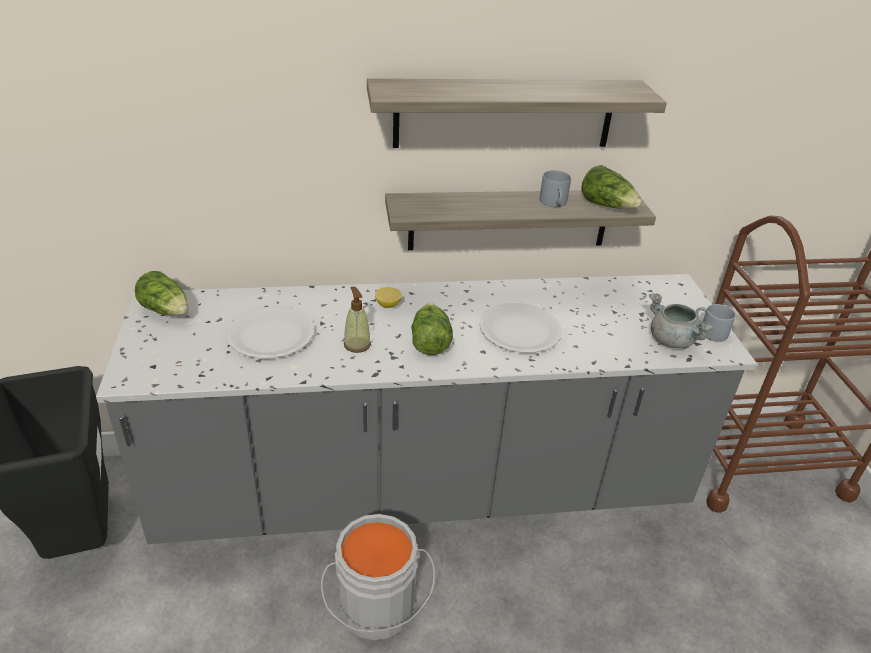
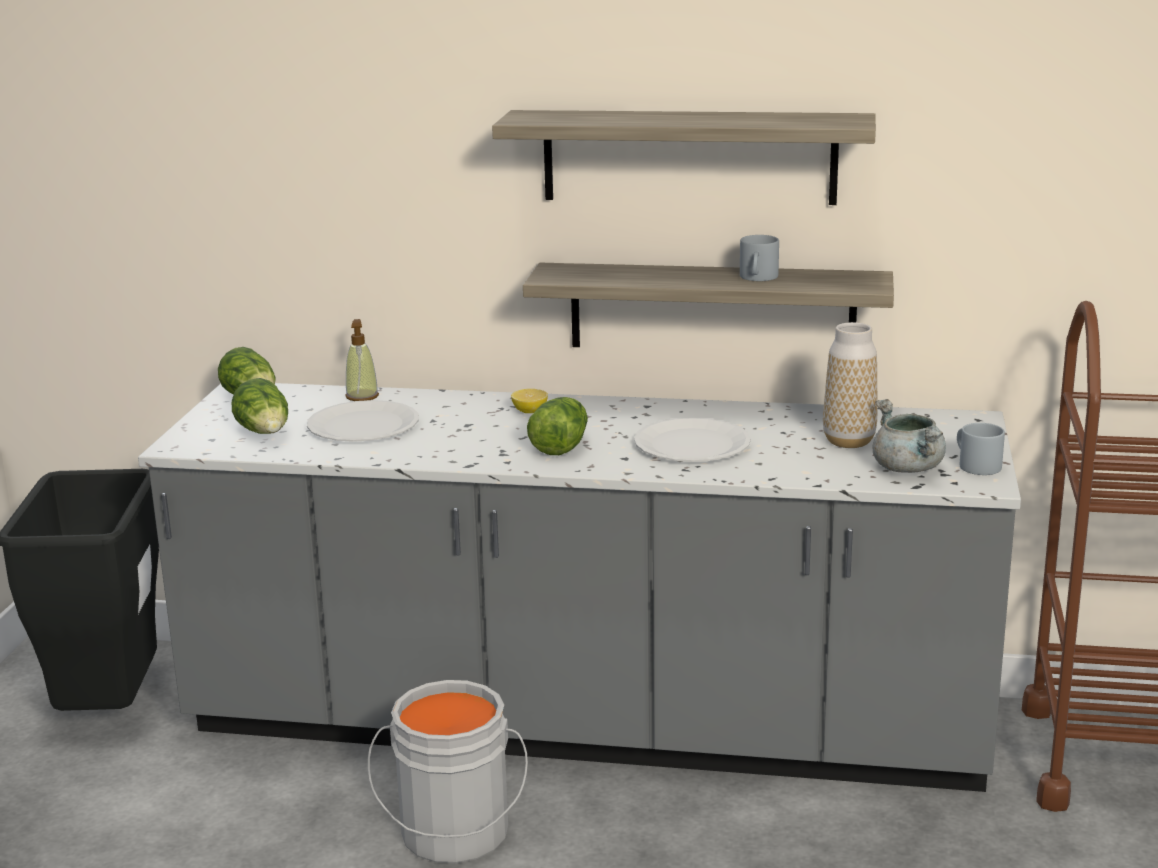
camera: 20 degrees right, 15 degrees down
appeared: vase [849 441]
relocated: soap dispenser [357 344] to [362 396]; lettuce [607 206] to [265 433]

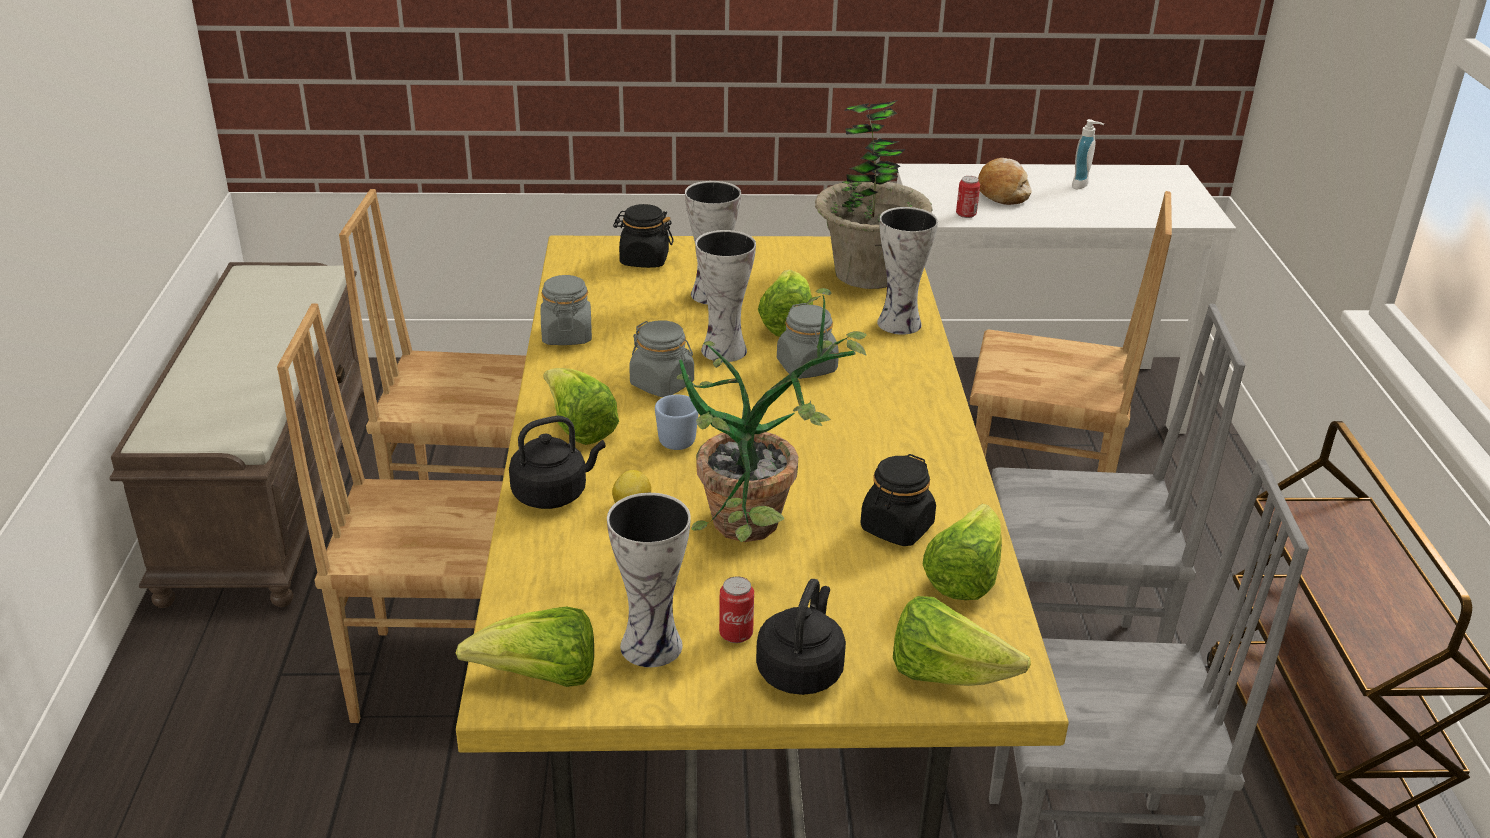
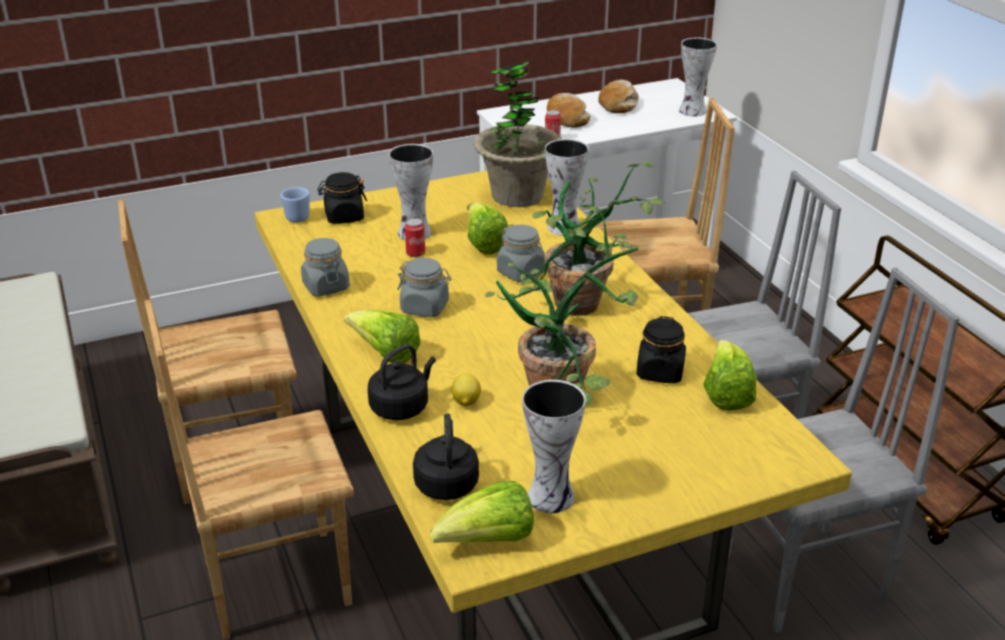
camera: 20 degrees left, 0 degrees up
missing: lettuce [946 674]
appeared: potted plant [577 311]
relocated: blue mug [675 438] to [295 216]; vase [721 350] to [691 111]; can [736 634] to [415 253]; black kettle [801 669] to [446 482]
exchanged: soap dispenser [1083 185] to bread [618 104]

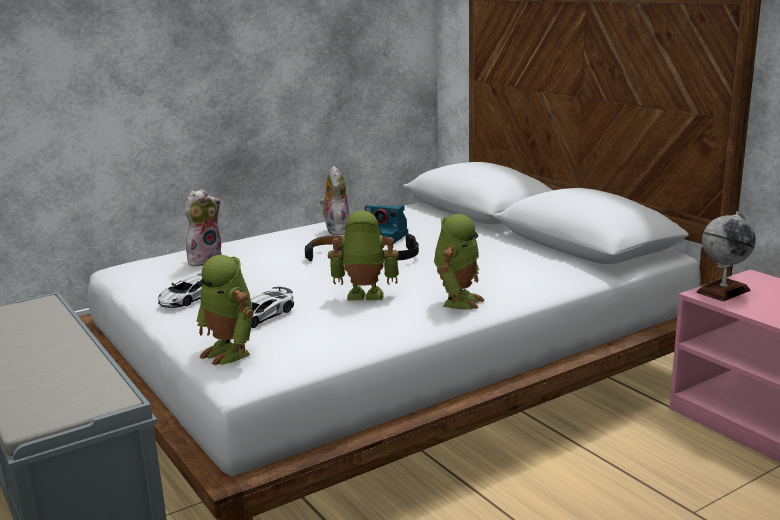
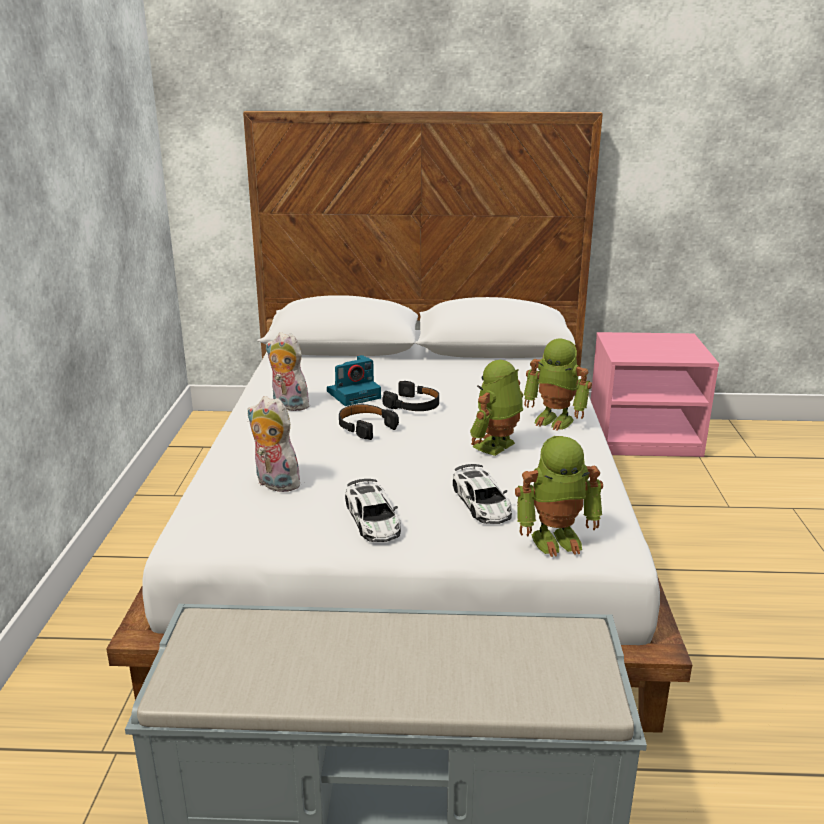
camera: 55 degrees left, 5 degrees up
missing: globe [723 291]
spun: plush toy [205 260] = [274 484] 45 degrees counterclockwise; toy robot [458 301] = [555 420] 150 degrees clockwise

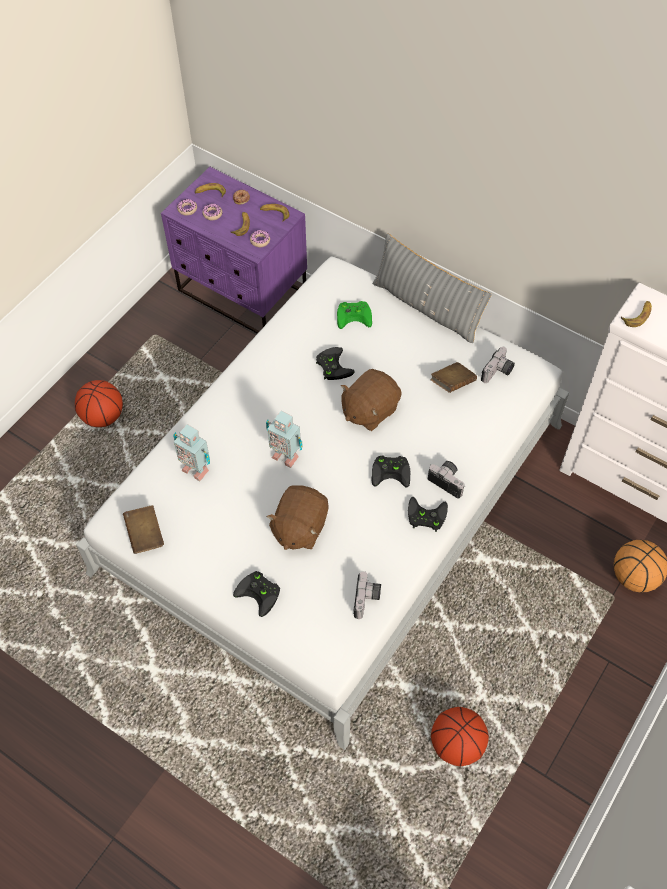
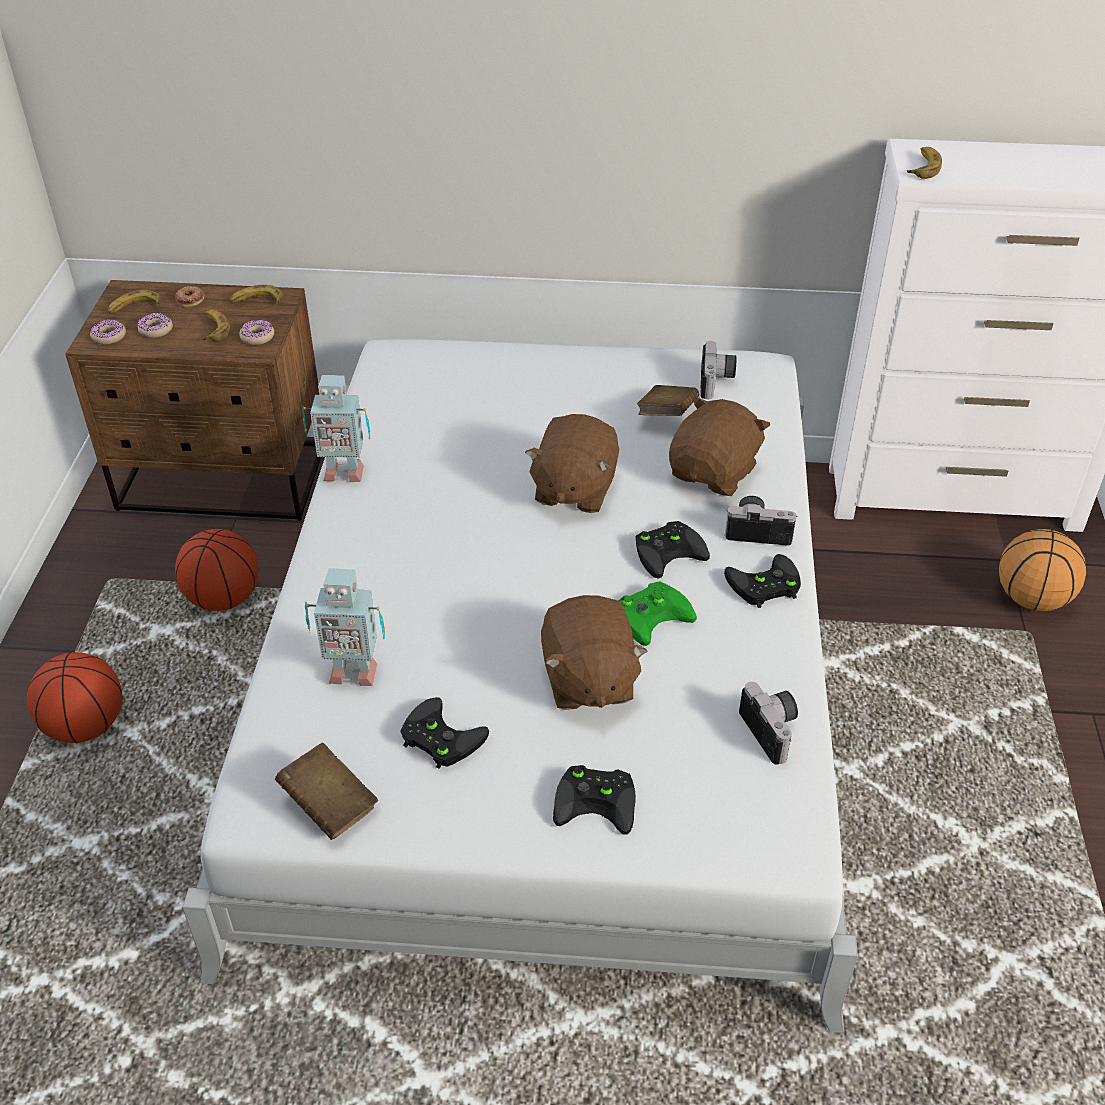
camera: 30 degrees left, 15 degrees down
missing: grey pillow [427 308]
appeared: brown plush toy [714 473]
relocated: toy robot [285 455] to [342 471]; black game controller [332 365] to [438 737]; green game controller [355 315] to [653 614]; basketball [456 744] to [224 598]
colour: purple nightstand [242 293] to brown nightstand [224 479]

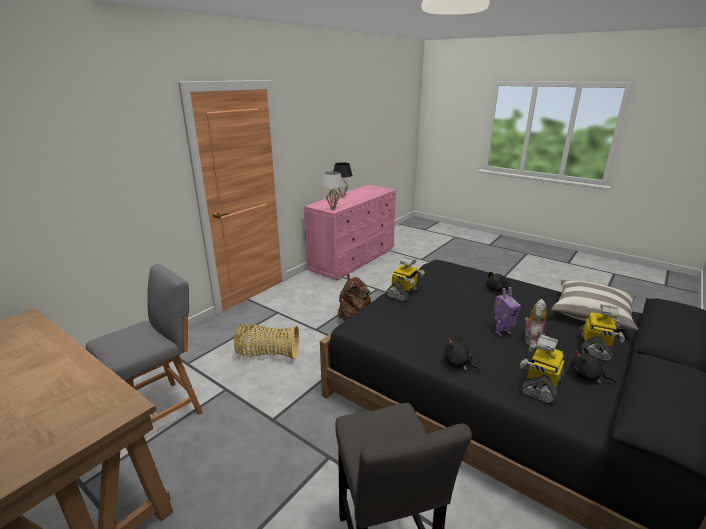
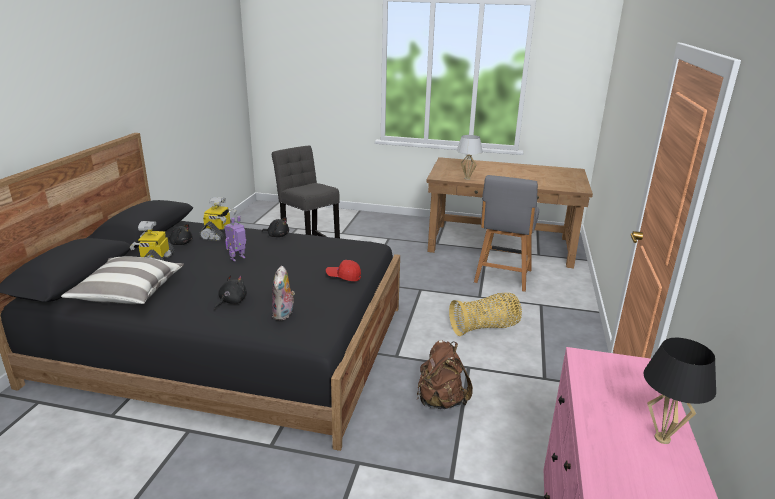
camera: 155 degrees right, 0 degrees up
relocated: white table lamp [333 209] to [467 178]; plush toy [532 340] to [284 314]
exchanged: toy robot [404 293] to red cap [343 277]

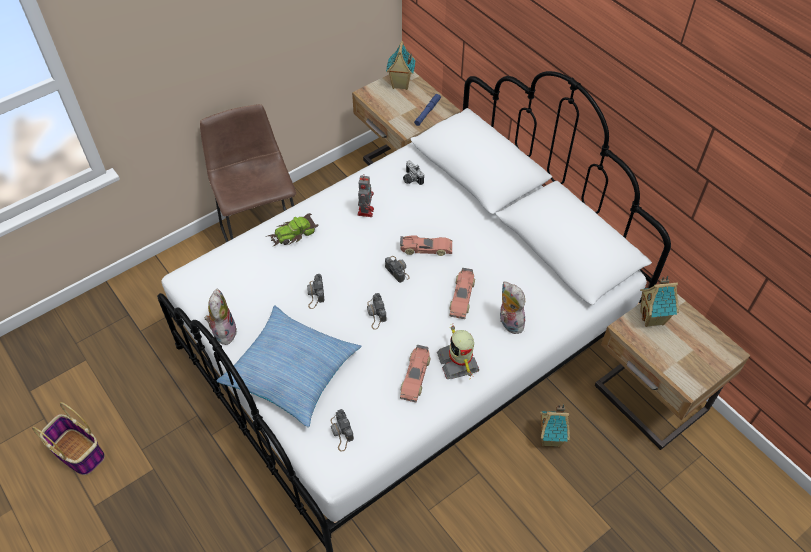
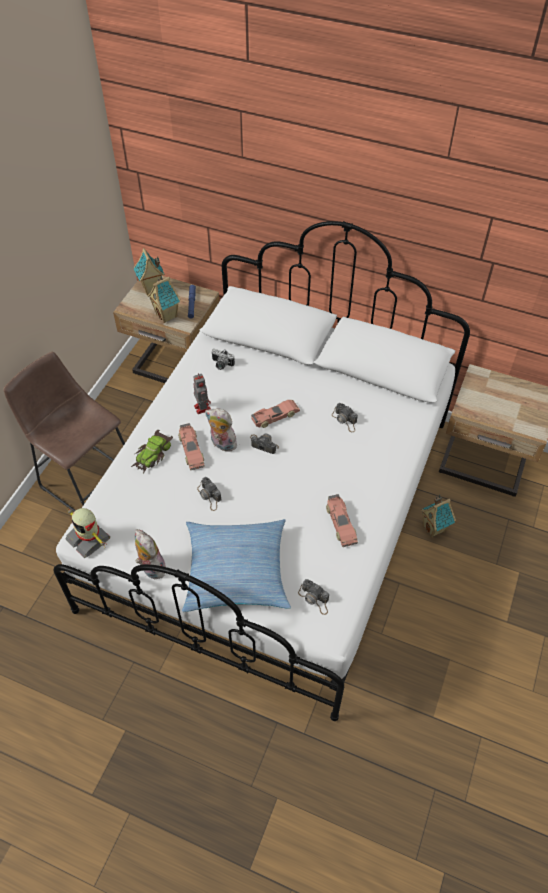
camera: 30 degrees left, 0 degrees up
missing: basket [77 452]
relocated: photo camera [376 314] to [345 420]; toy robot [459 362] to [89 538]; toy car [462 297] to [191 450]; plush toy [508 322] to [222 444]; toy house [653 318] to [167 315]

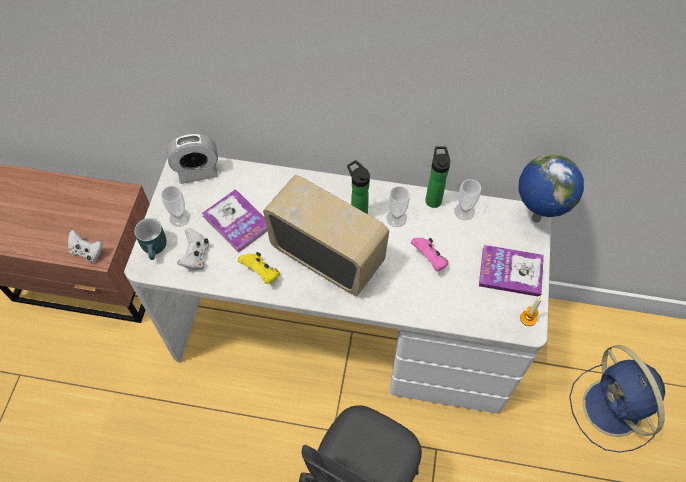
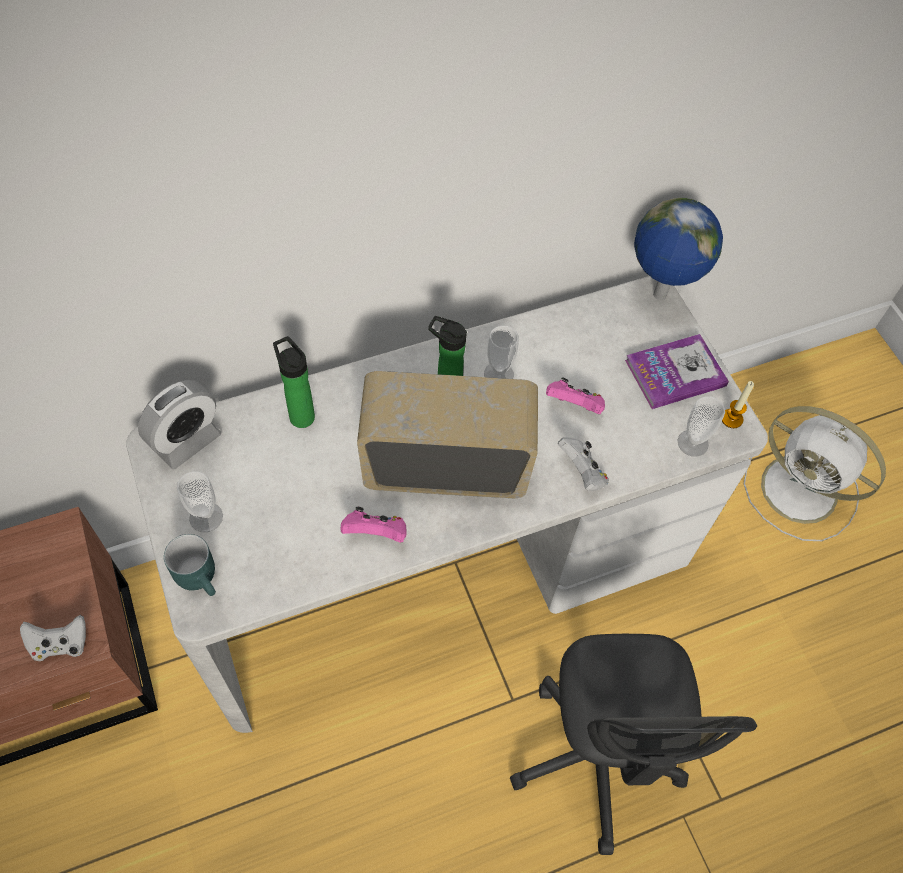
camera: 35 degrees left, 0 degrees up
missing: book [237 221]
relocated: white game controller [196 256] to [582 473]; bottle [433 198] to [300 414]; cup [464 211] to [692 443]
colour: yellow game controller [261 273] to pink game controller [376 533]; blue fan [613 410] to white fan [802 491]

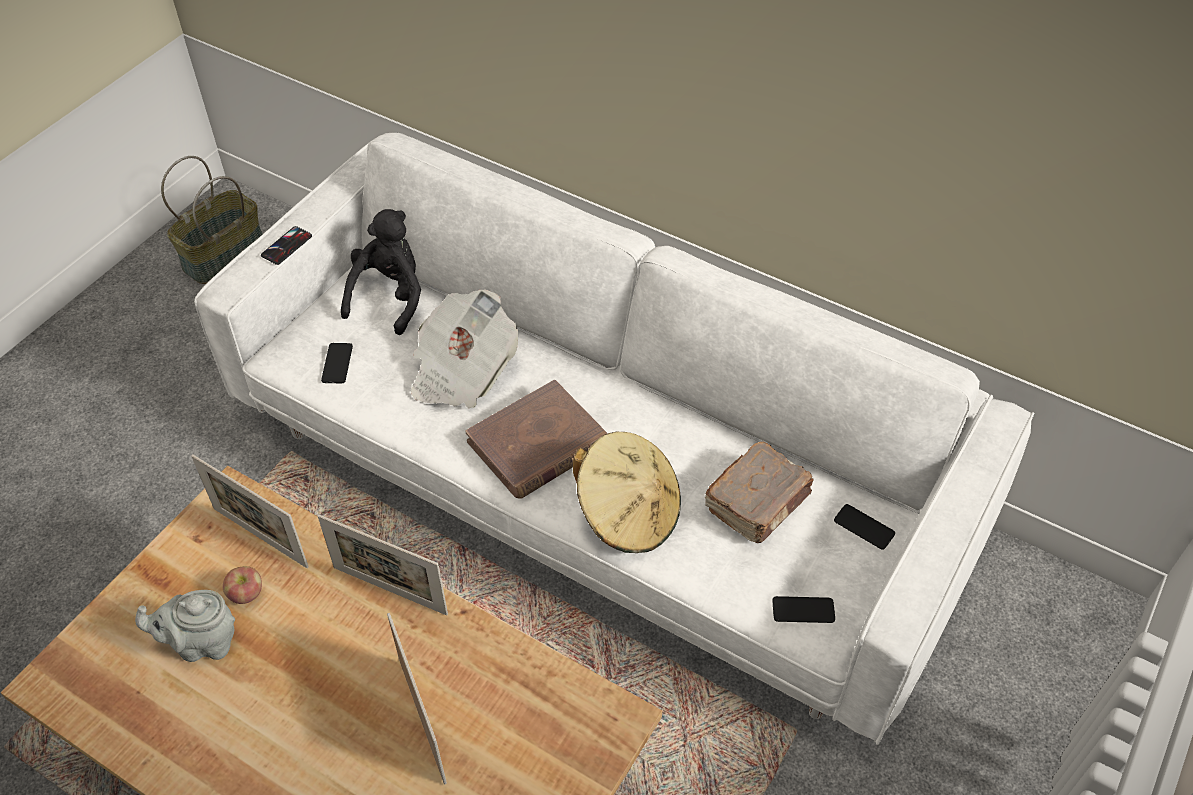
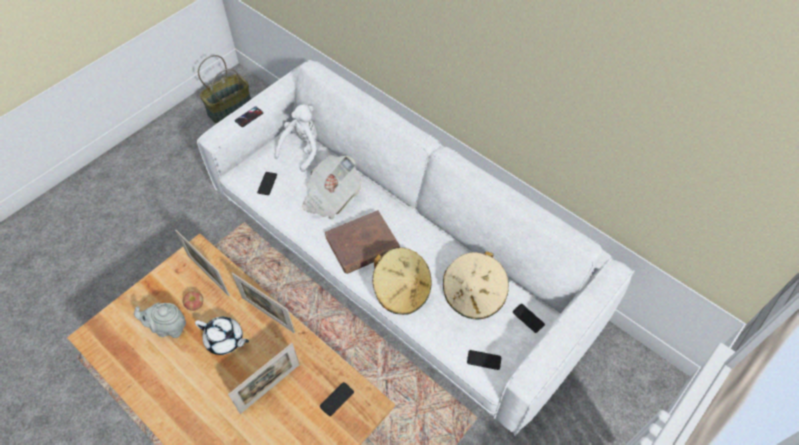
camera: 10 degrees right, 5 degrees up
appeared: white teapot [225 340]; phone [337 399]
exchanged: brown book [758 502] to beige hat [473 295]
colour: black plush toy [390 297] to white plush toy [302 149]
spun: picture frame [422 721] = [270 388] 60 degrees clockwise

